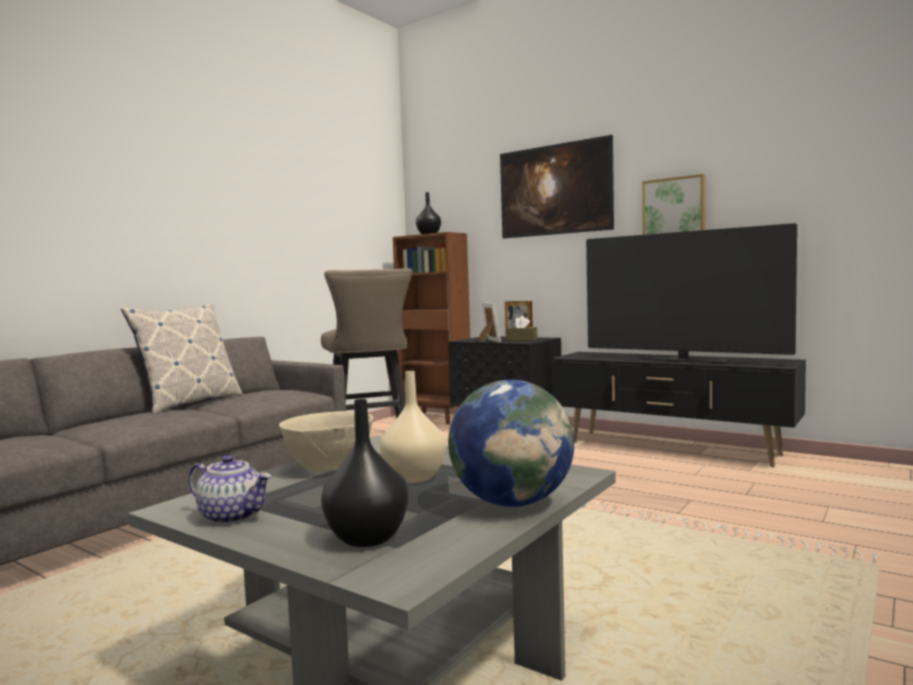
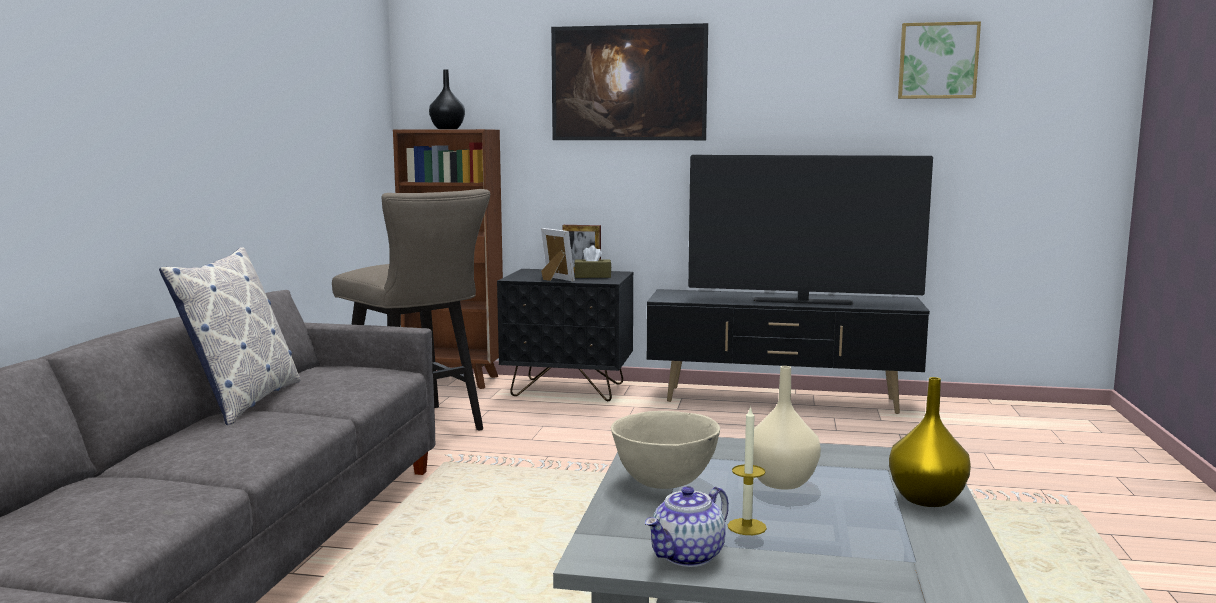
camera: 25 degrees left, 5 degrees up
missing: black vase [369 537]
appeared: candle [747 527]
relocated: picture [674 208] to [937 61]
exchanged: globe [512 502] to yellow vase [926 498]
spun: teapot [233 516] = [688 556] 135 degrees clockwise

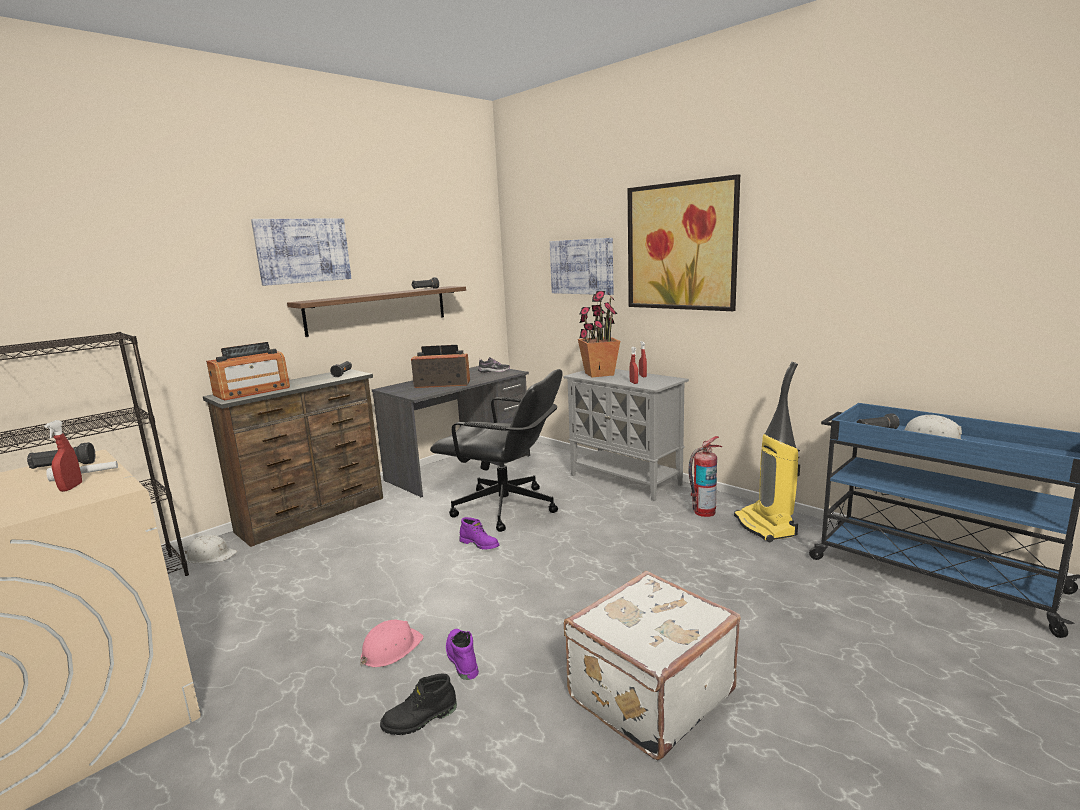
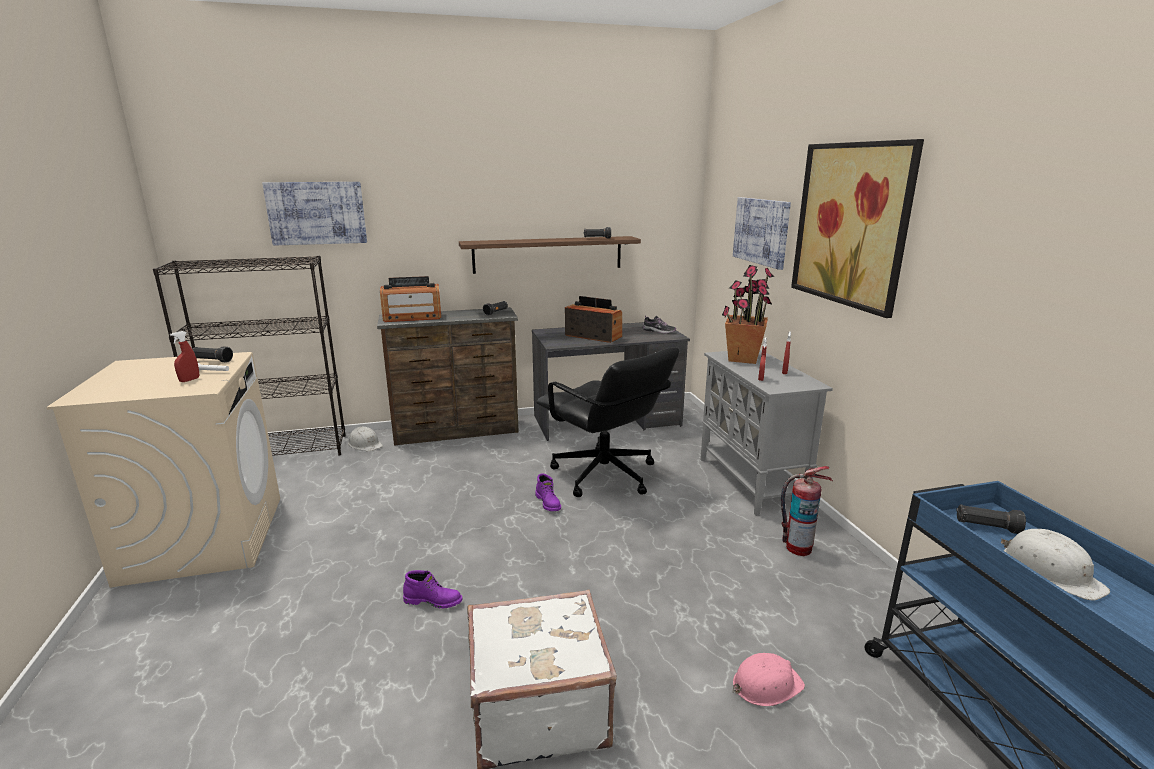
camera: 30 degrees right, 5 degrees up
missing: black boot [420 719]; vacuum cleaner [766 526]
relocated: picture [303 250] to [317 213]; pink hard hat [391 649] to [766 685]
spun: purple boot [461 659] = [433 601] 90 degrees clockwise

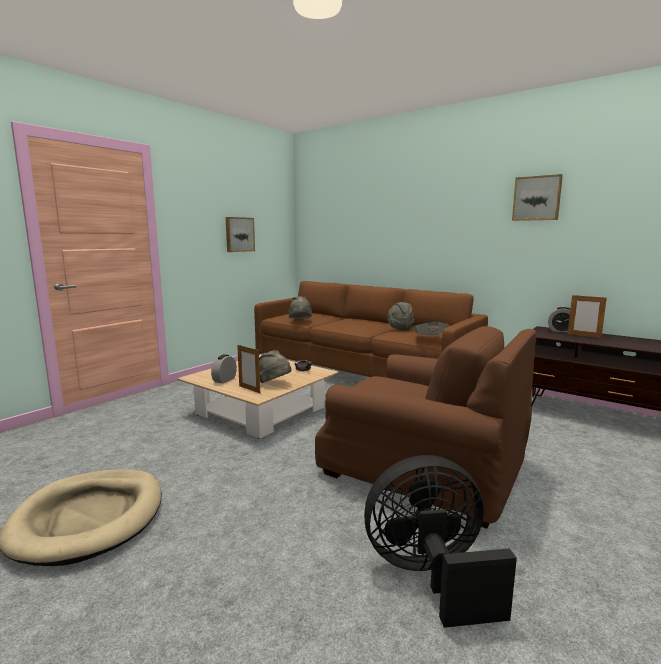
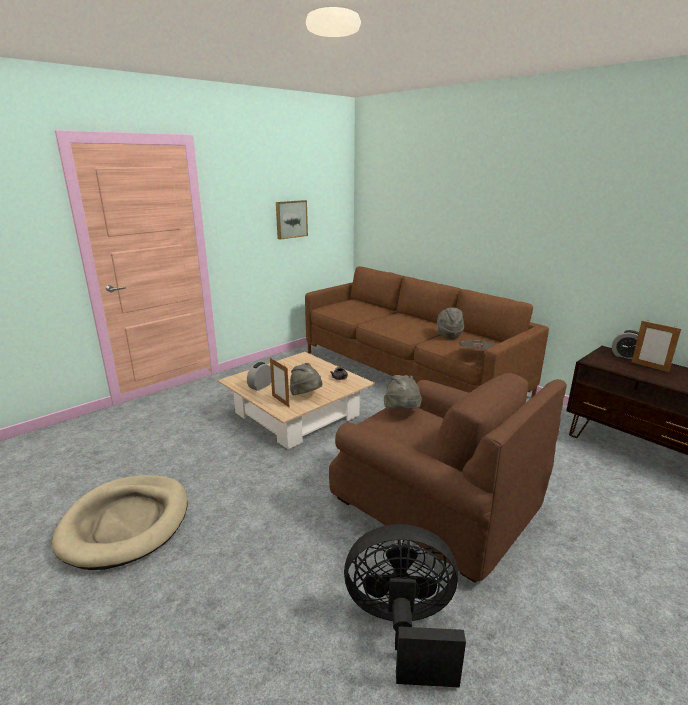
camera: 10 degrees right, 10 degrees up
missing: picture [537 198]
relocated: grey hat [300 320] to [402 413]

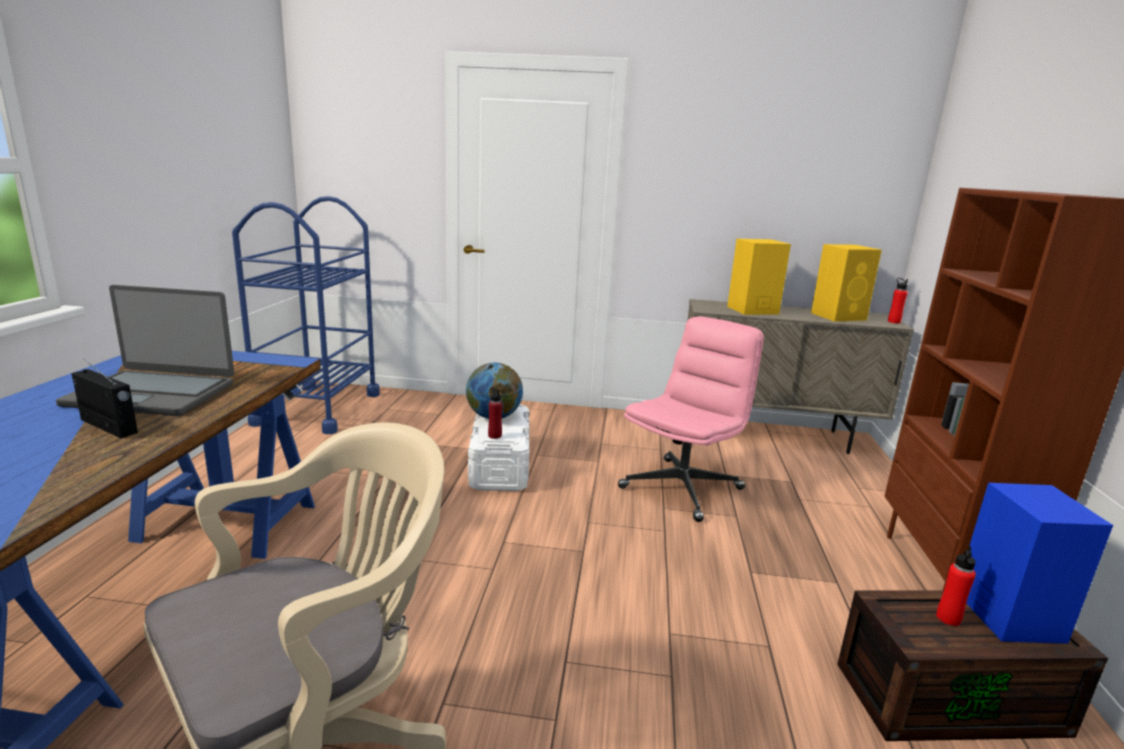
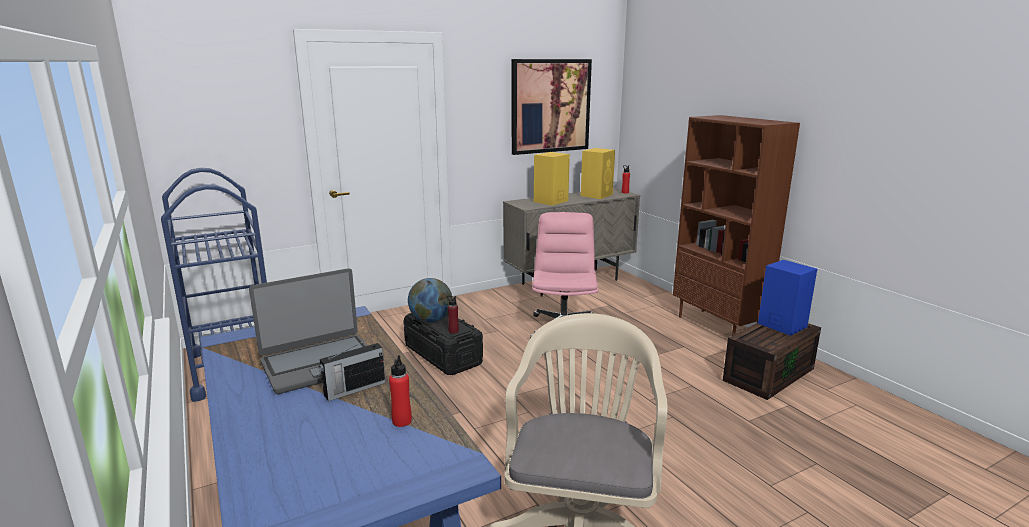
camera: 35 degrees left, 0 degrees up
appeared: picture [550 106]
relocated: red bottle [948 618] to [401 421]
colour: white storage box [500 465] to black storage box [443 355]
spun: radio [109 427] = [353 389] 150 degrees clockwise

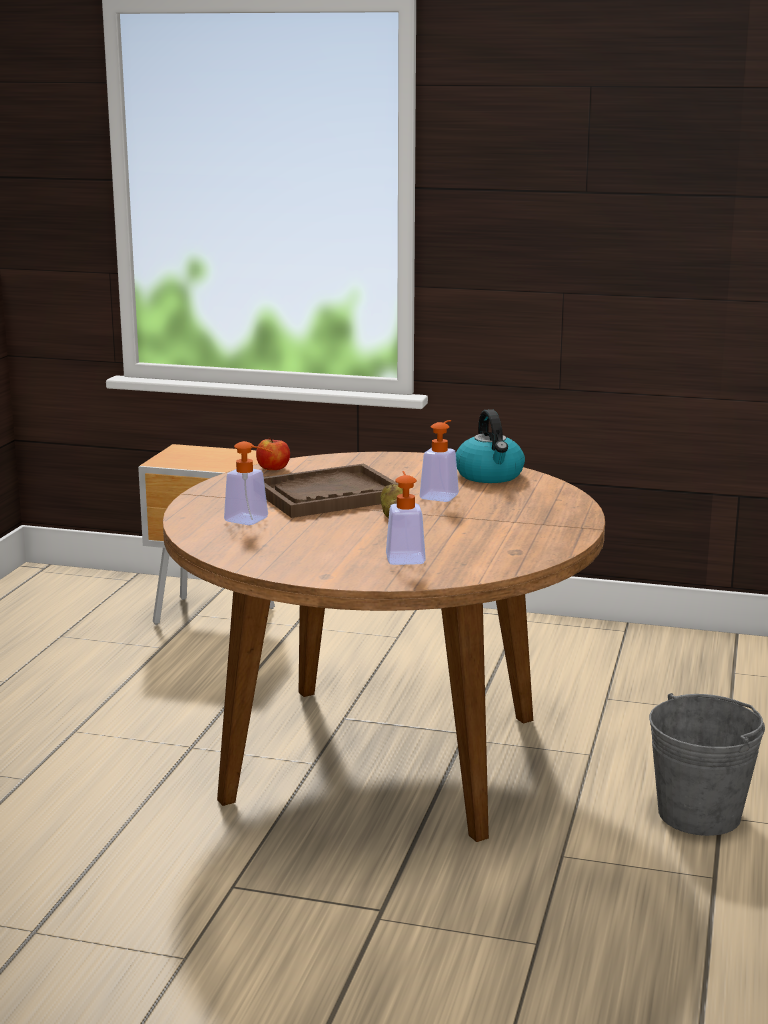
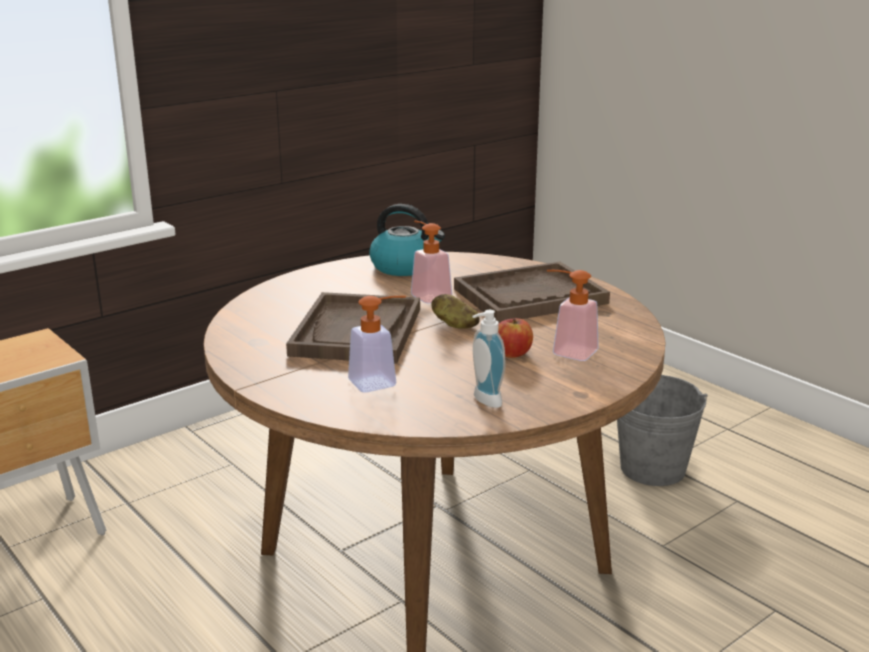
camera: 55 degrees left, 5 degrees up
appeared: brown tray [529 296]; soap dispenser [483 401]
relocated: apple [273 468] to [512 353]

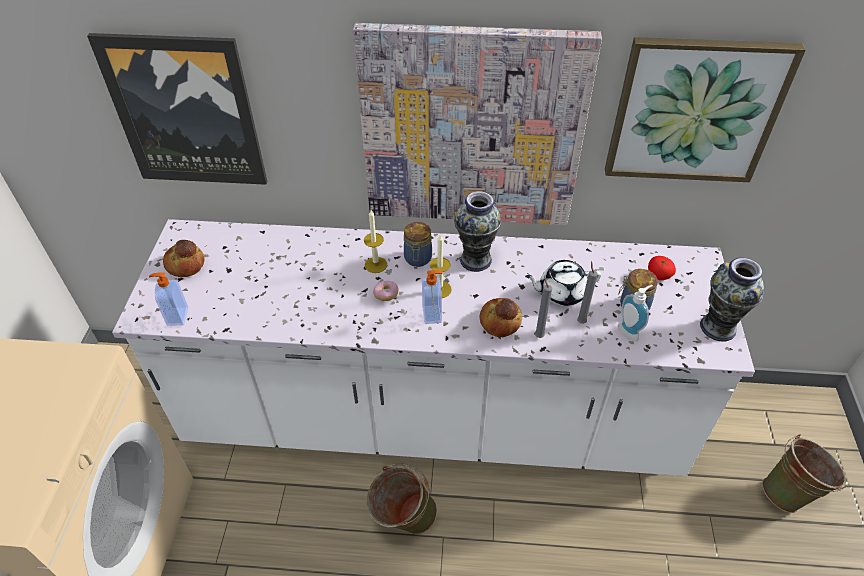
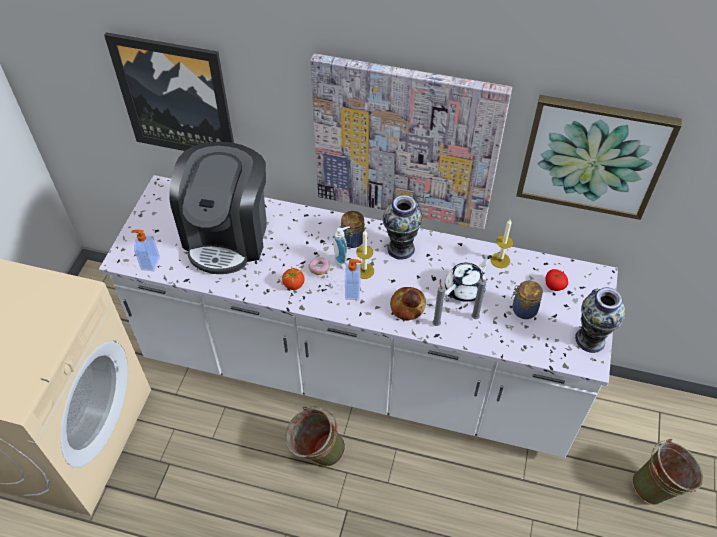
camera: 10 degrees right, 5 degrees up
missing: bread [185 264]
appeared: coffee machine [228 235]; tomato [294 284]
relocated: candle [376 265] to [500 260]; soap dispenser [630 331] to [342 261]
spun: white teapot [561 292] = [465 288] 135 degrees clockwise

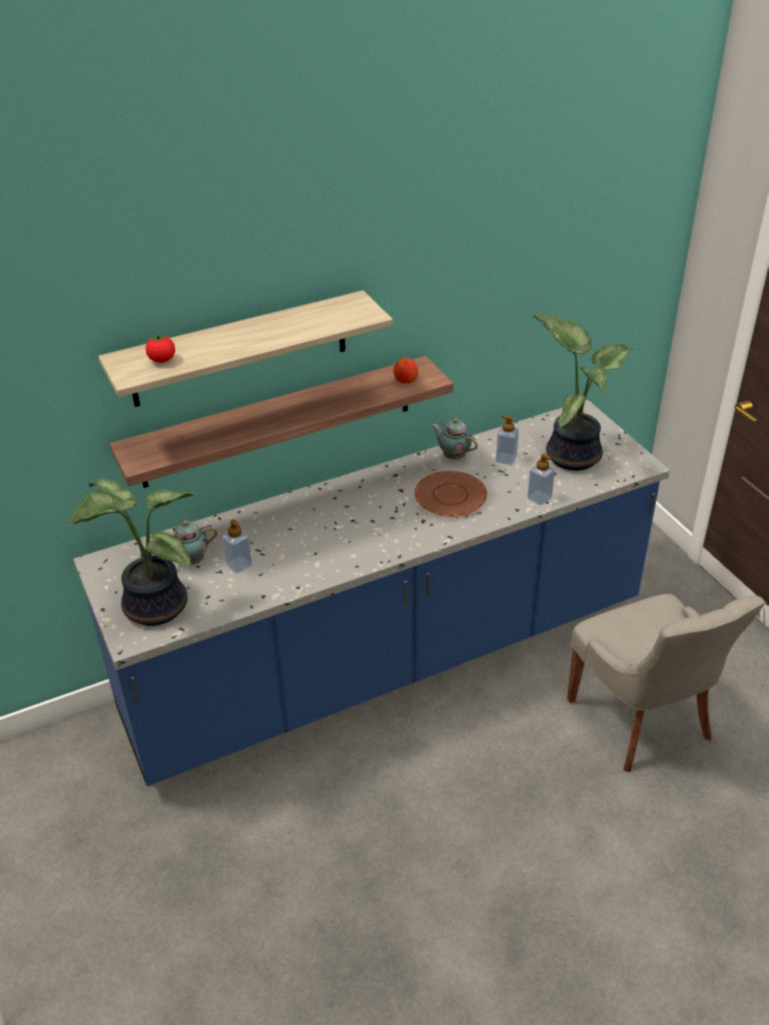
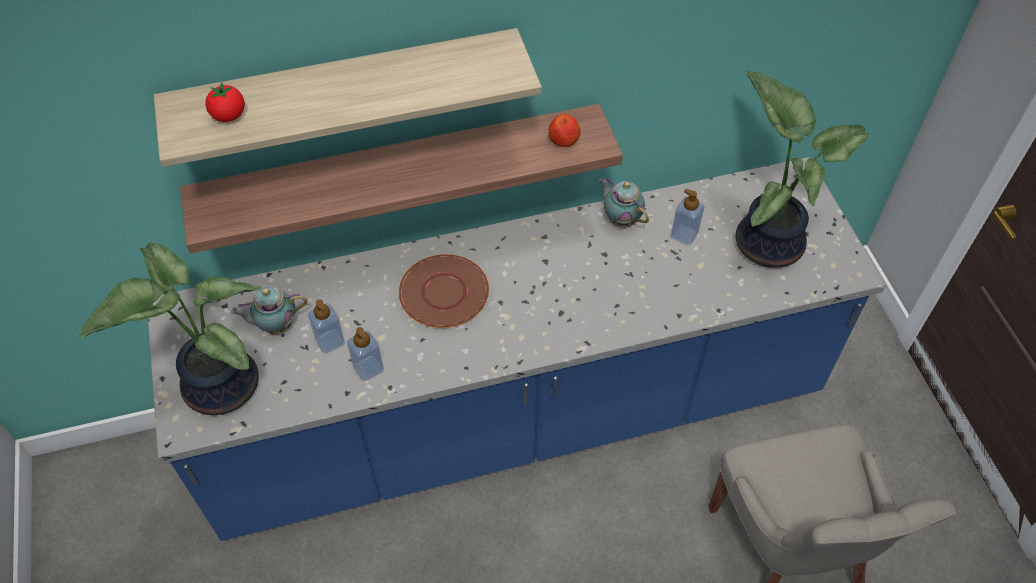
camera: 10 degrees right, 15 degrees up
relocated: brown plate [451 495] to [444 293]; soap dispenser [539 498] to [368 368]

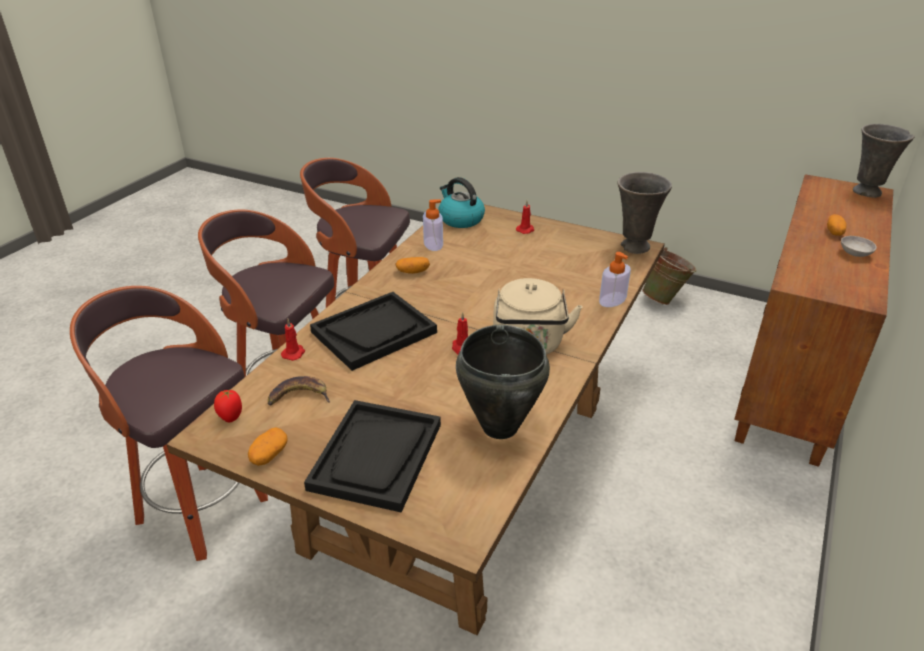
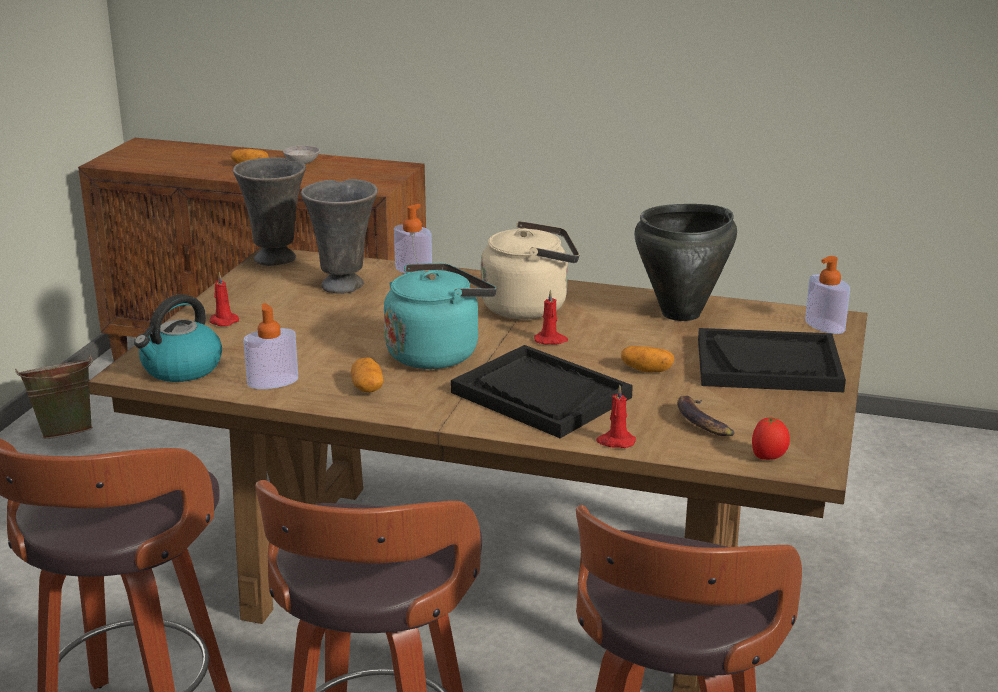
camera: 100 degrees left, 10 degrees down
appeared: turquoise kettle [436 353]; soap dispenser [824 325]
relocated: potato [269 455] to [646 370]; grey vase [867 193] to [344 286]

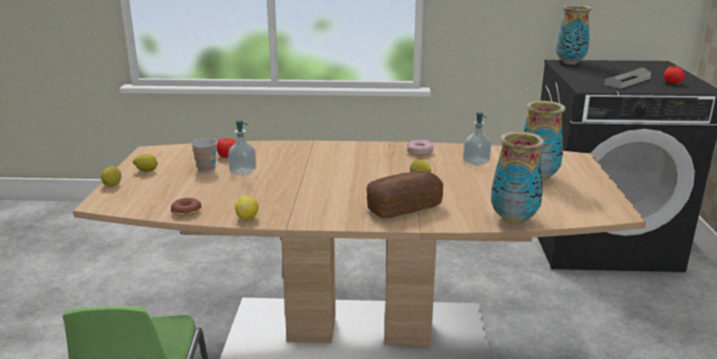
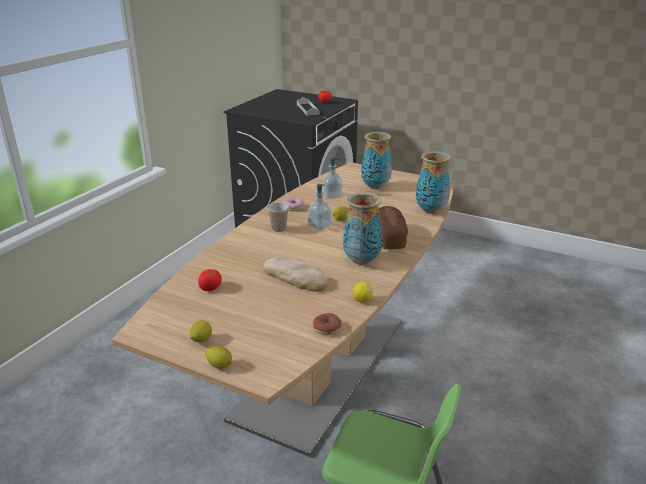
camera: 65 degrees left, 5 degrees up
appeared: bread [295 277]
relocated: cup [206 169] to [278 229]; soap dispenser [243 171] to [319 225]; vase [569 63] to [361 261]

